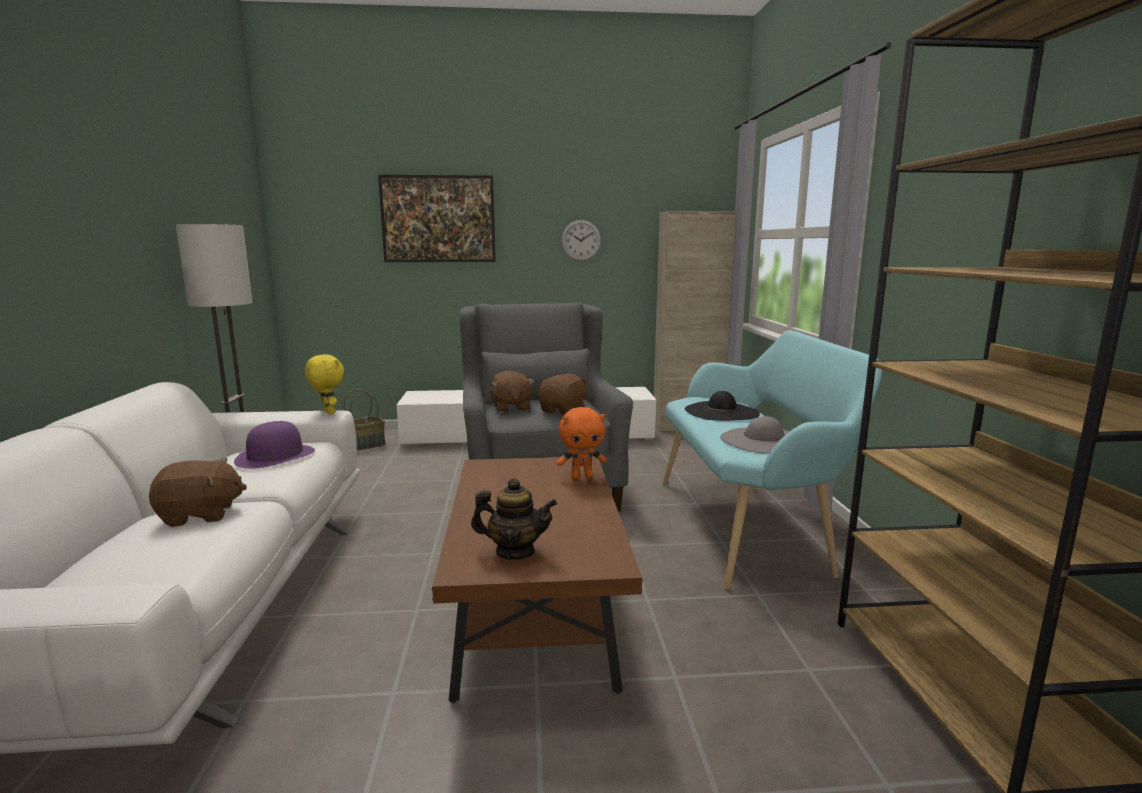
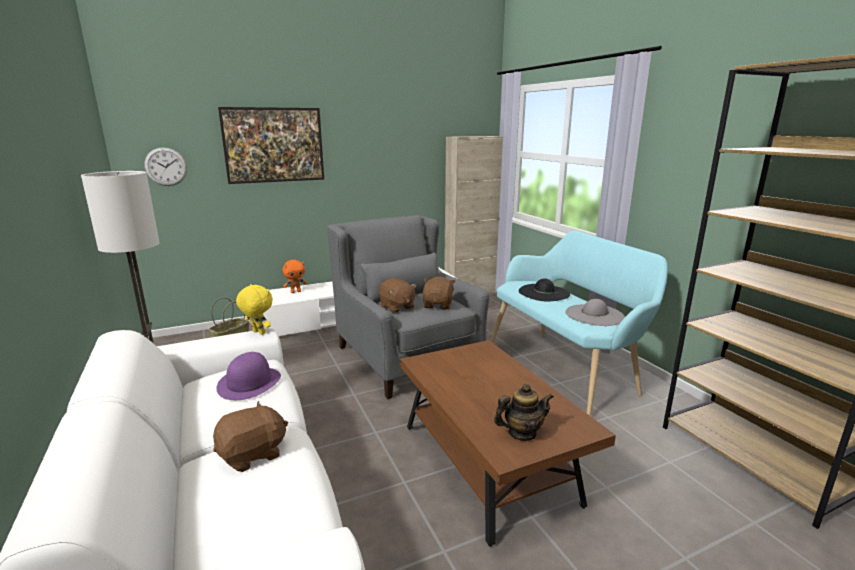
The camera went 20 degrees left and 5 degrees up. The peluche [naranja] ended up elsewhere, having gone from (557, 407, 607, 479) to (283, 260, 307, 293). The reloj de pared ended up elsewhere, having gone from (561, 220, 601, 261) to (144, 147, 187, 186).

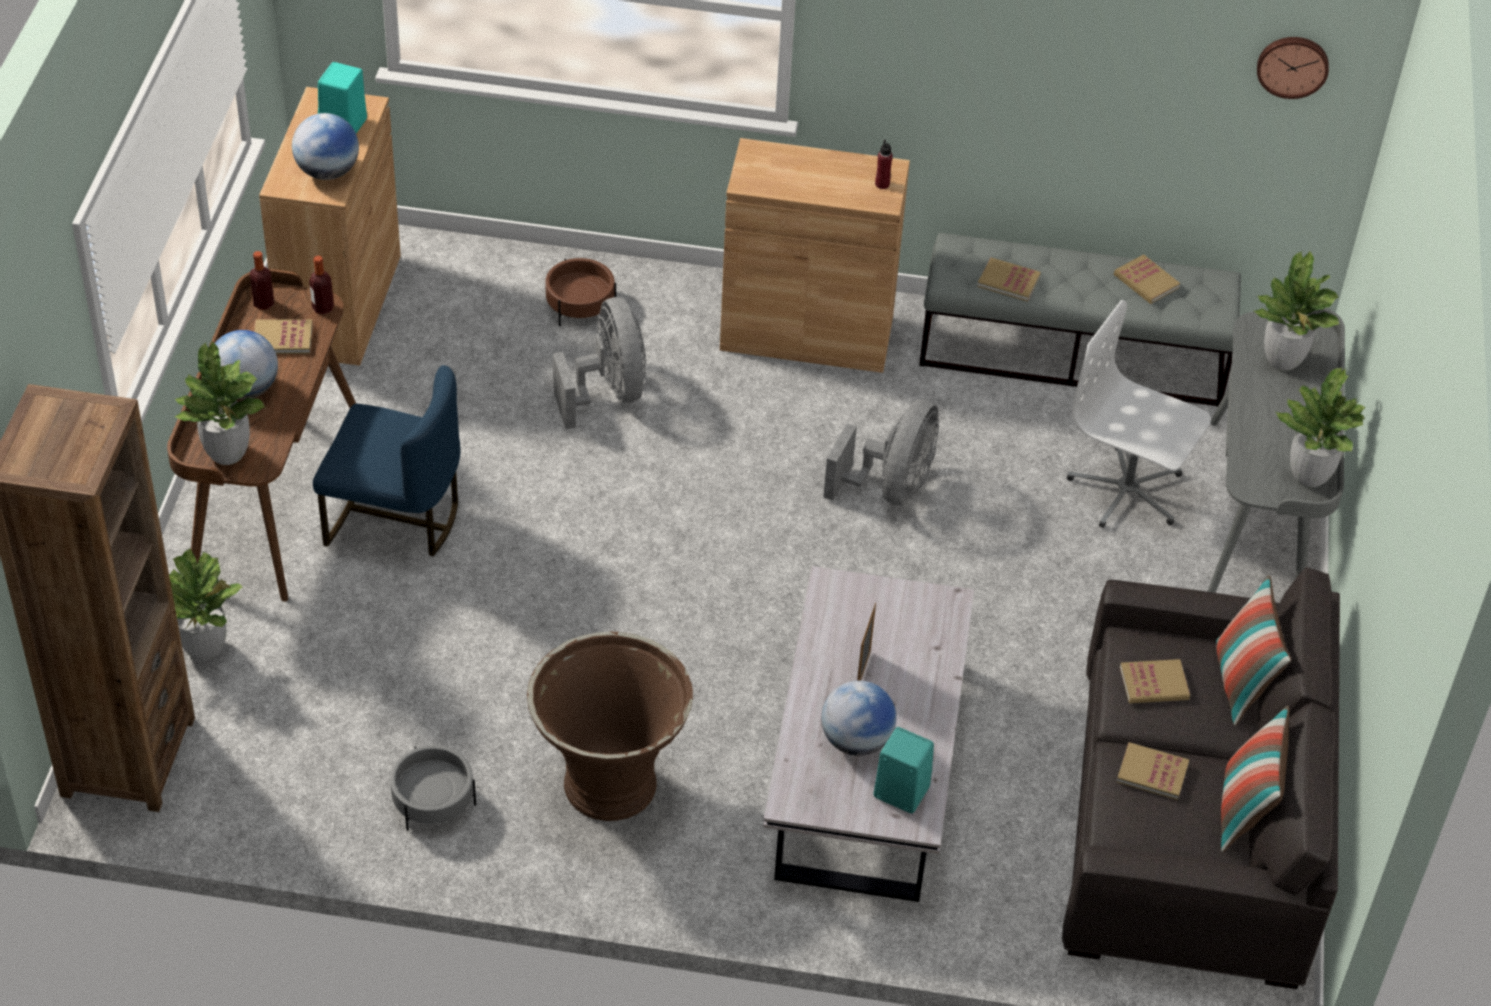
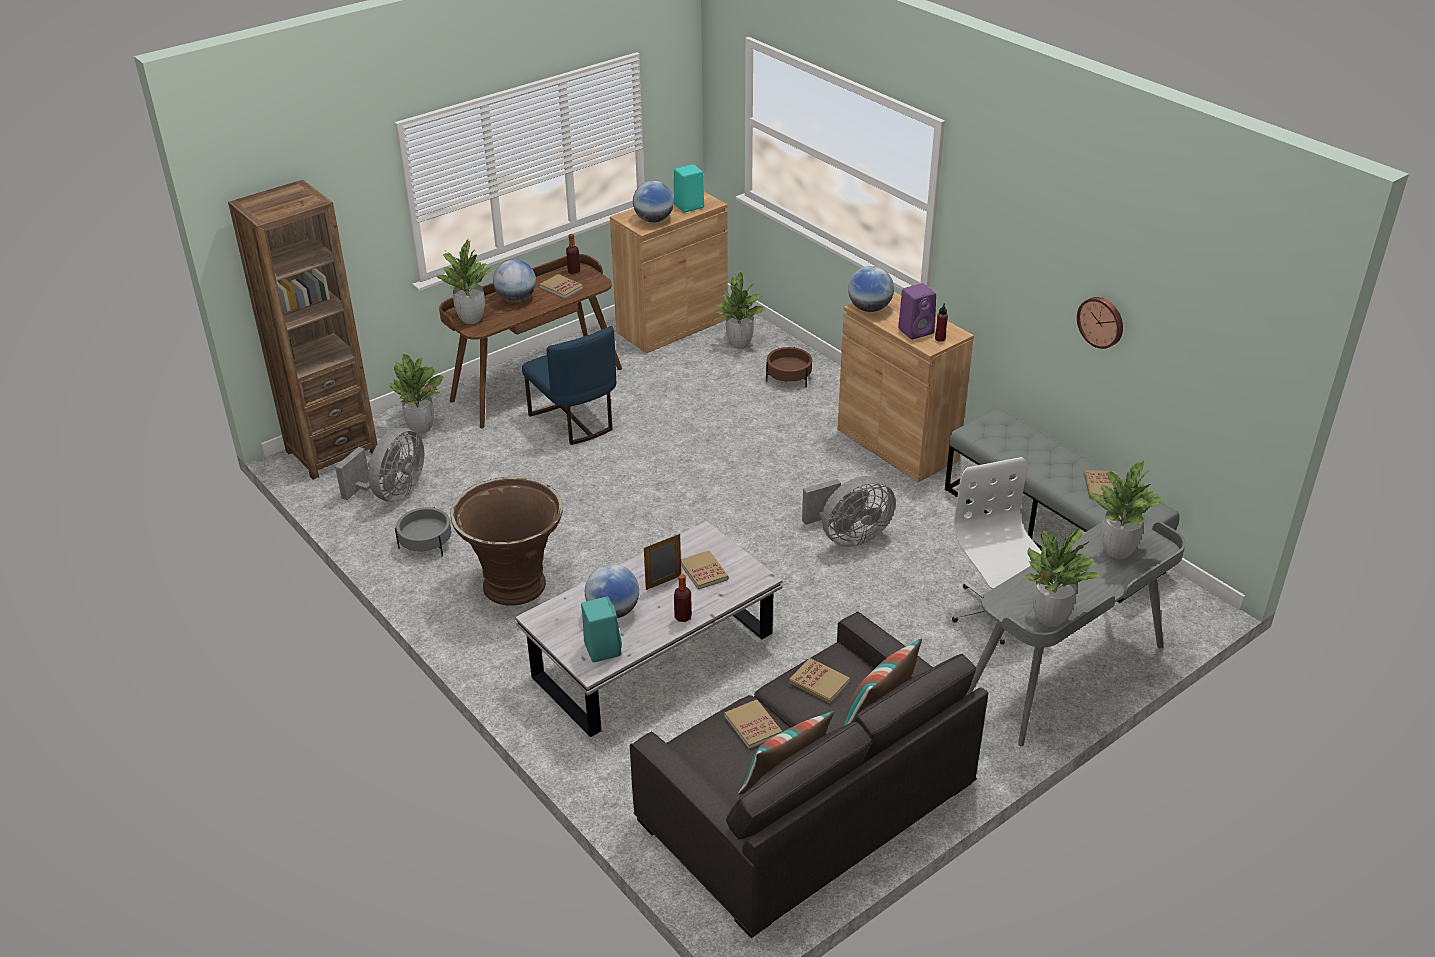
The camera went 45 degrees right and 10 degrees down. The botella ended up elsewhere, having gone from (309, 256, 334, 314) to (674, 574, 692, 622). The ventilador [gris] ended up elsewhere, having gone from (553, 297, 646, 429) to (335, 428, 424, 502). The libro ended up elsewhere, having gone from (977, 258, 1041, 302) to (681, 551, 729, 590). The reloj de pared ended up elsewhere, having gone from (1257, 37, 1329, 99) to (1077, 297, 1123, 349). The second view gained the planta en maceta at (716, 271, 765, 349). The second view gained the globo terráqueo at (848, 266, 894, 312). The second view gained the altavoz [morado] at (898, 283, 936, 339).

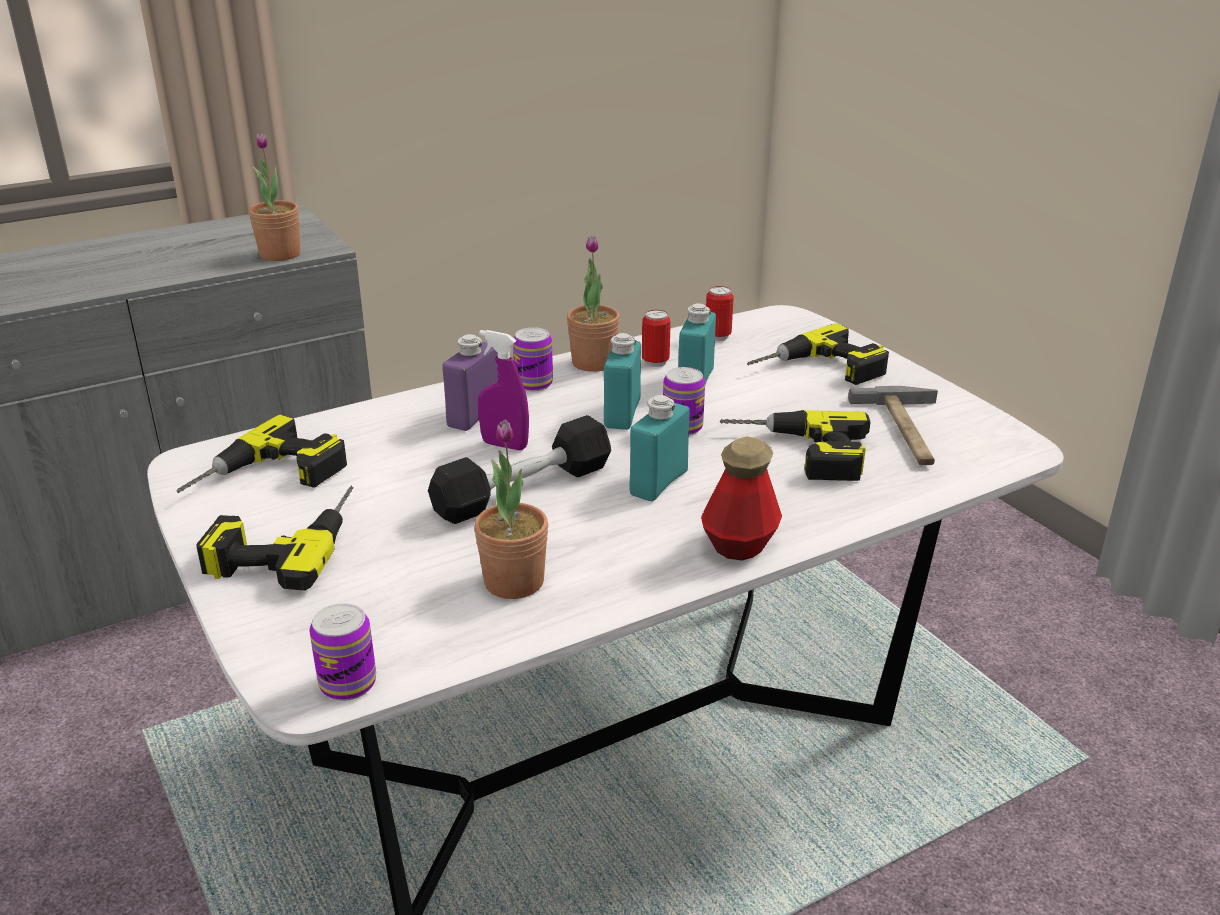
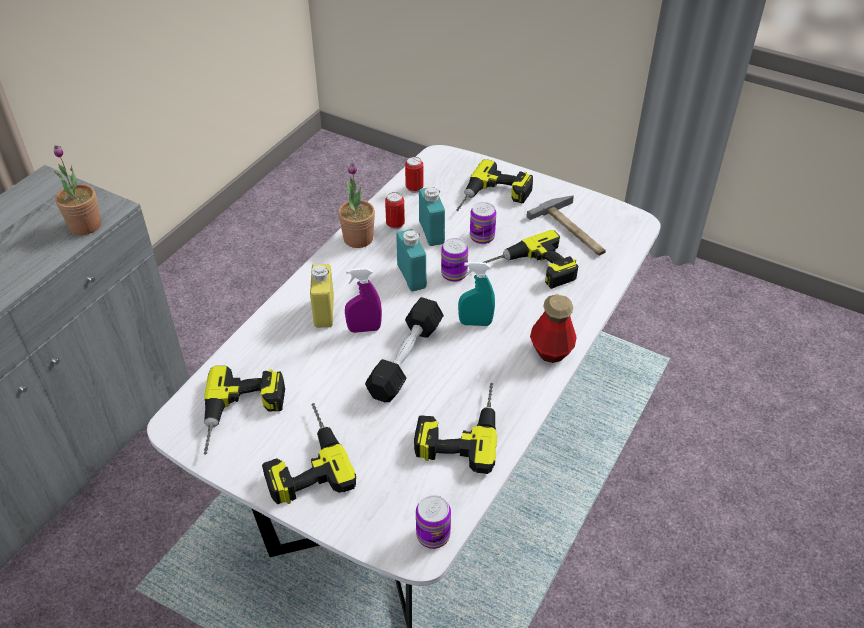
The camera went 30 degrees left and 15 degrees up. What was the botella [morado] at (442, 334, 498, 431) turned into the botella [amarillo] at (310, 264, 334, 328). Where the planta en maceta stood at (474, 419, 548, 599), the taladro came to stand at (414, 383, 497, 474). The lata ended up elsewhere, having gone from (513, 327, 553, 391) to (470, 202, 496, 244). Where the botella [turquesa] stood at (630, 395, 690, 501), the pulverizador [turquesa] came to stand at (458, 262, 495, 326).

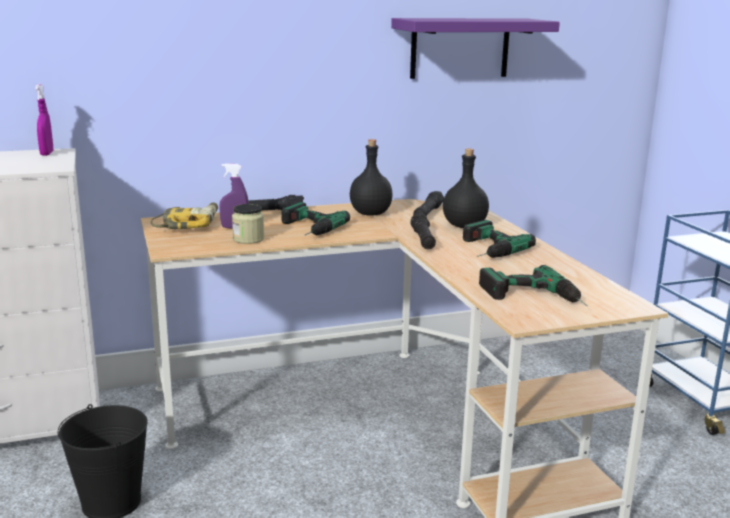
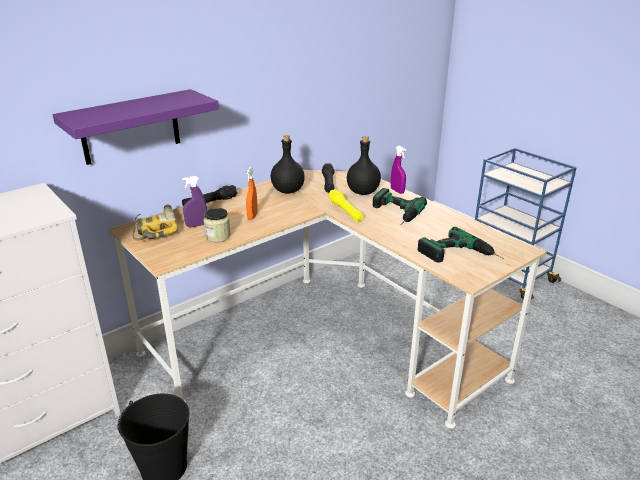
The camera went 20 degrees left and 10 degrees up. The pulverizador [morado] ended up elsewhere, having gone from (35, 84, 53, 156) to (391, 146, 406, 194). Where the taladro stood at (281, 202, 350, 236), the pulverizador [naranja] came to stand at (246, 167, 258, 220). The estante [morado] ended up elsewhere, having gone from (391, 18, 560, 79) to (53, 89, 219, 165). What was the linterna [negro] at (410, 213, 436, 250) turned into the linterna [amarillo] at (328, 189, 363, 222).

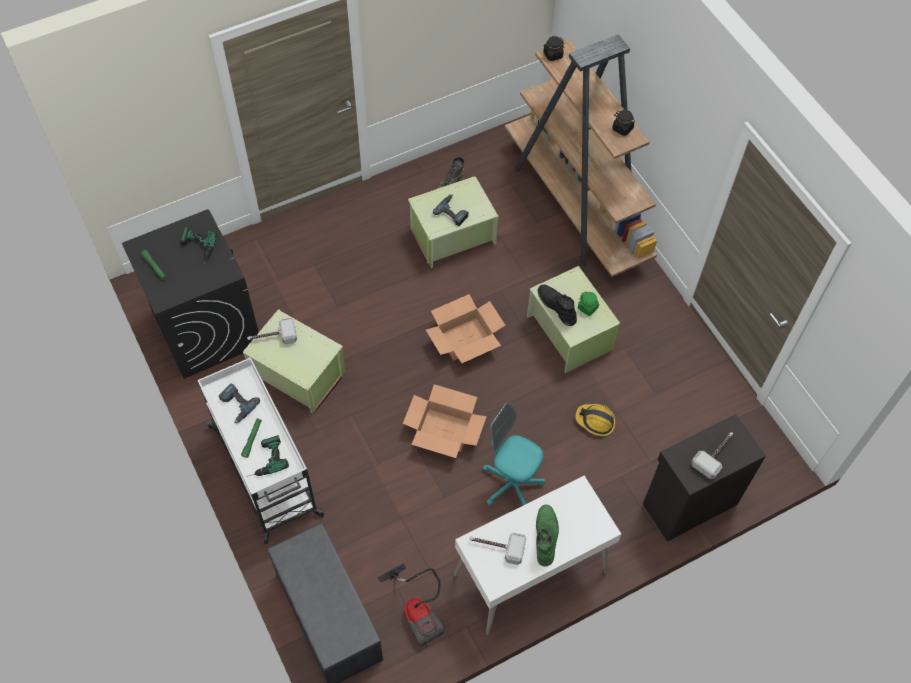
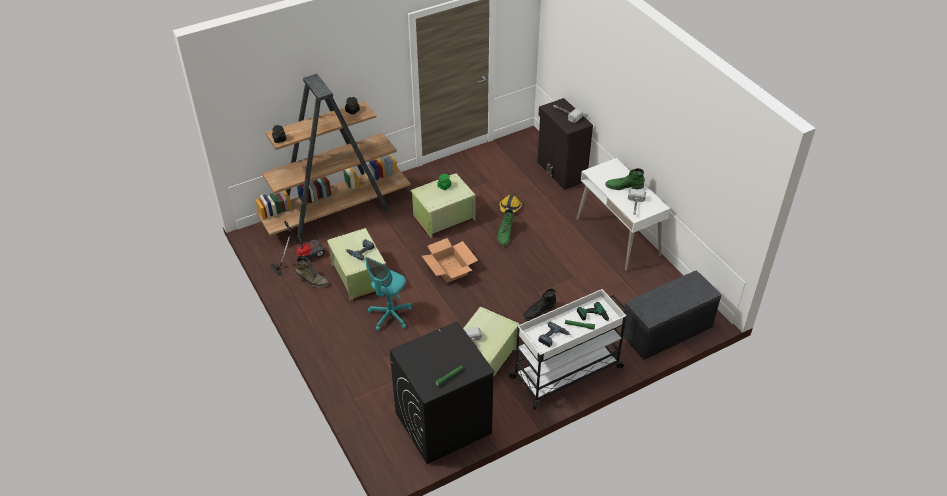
The camera went 90 degrees left and 15 degrees down. The second view lost the taladro at (180, 227, 217, 264). The aspiradora ended up elsewhere, having gone from (378, 563, 445, 646) to (270, 220, 325, 276). The second view lost the caja de cartón at (403, 384, 487, 458). The silla de oficina [turquesa] ended up elsewhere, having gone from (483, 403, 545, 506) to (365, 257, 412, 331). The bota [negro] ended up elsewhere, having gone from (537, 285, 577, 326) to (523, 288, 556, 321). The second view gained the bota [verde] at (497, 209, 514, 246).

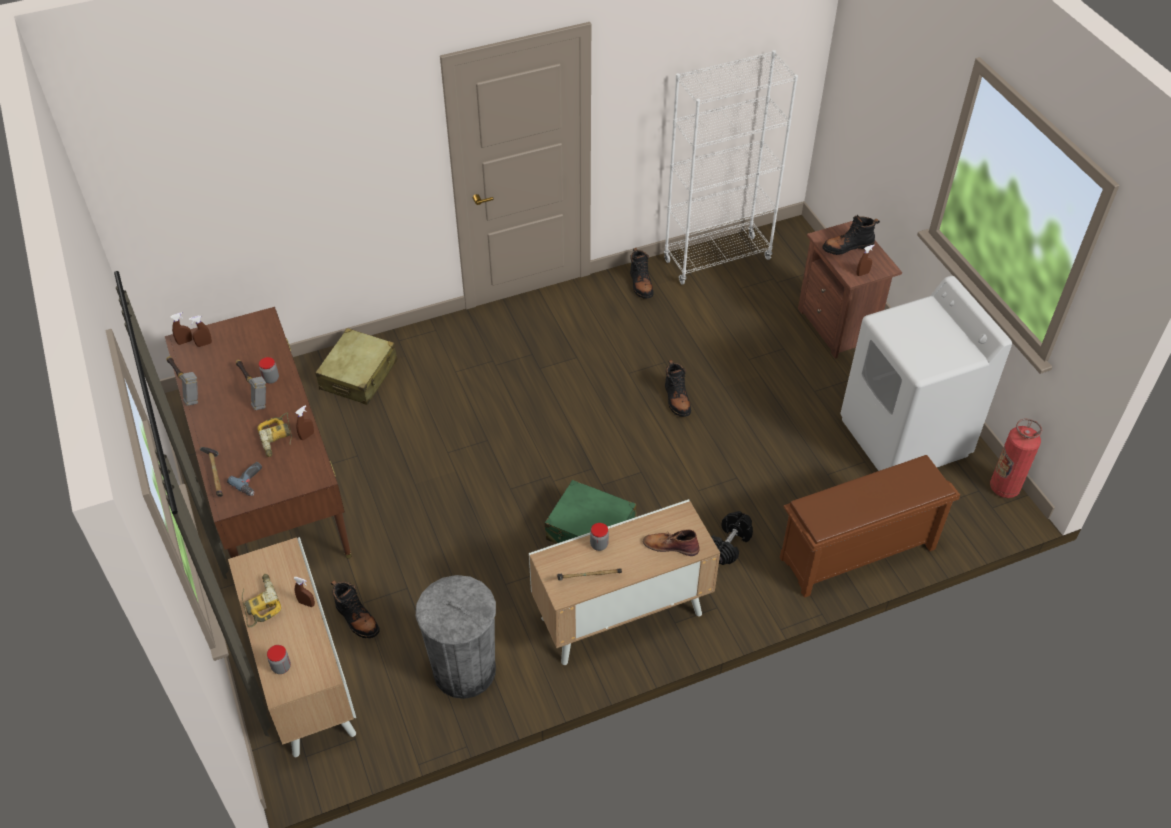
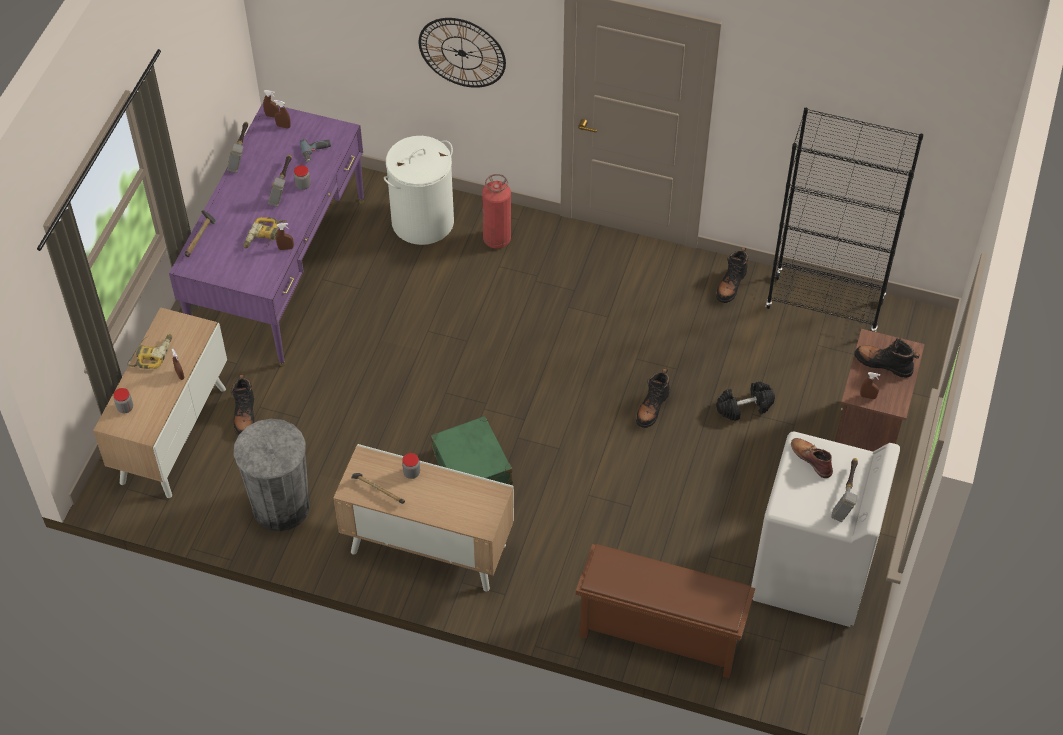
The camera went 40 degrees right and 5 degrees up. What was the escritorio [marrón] at (165, 307, 351, 558) turned into the escritorio [morado] at (169, 103, 364, 367). The taladro ended up elsewhere, having gone from (227, 462, 262, 496) to (300, 139, 331, 162). Where the maleta [beis] stood at (315, 328, 397, 405), the cesto de la ropa [blanco] came to stand at (384, 136, 454, 245). The bota [marrón] ended up elsewhere, having gone from (643, 529, 700, 556) to (791, 438, 833, 478). What was the estantería [blanco] at (664, 50, 798, 285) turned into the estantería [negro] at (765, 108, 923, 332). The mancuerna [negro] ended up elsewhere, having gone from (711, 511, 753, 565) to (716, 382, 775, 421). The extintor ended up elsewhere, having gone from (990, 419, 1042, 498) to (482, 174, 511, 249). The second view gained the reloj de pared at (419, 18, 506, 88). The second view gained the martillo at (831, 458, 858, 522).

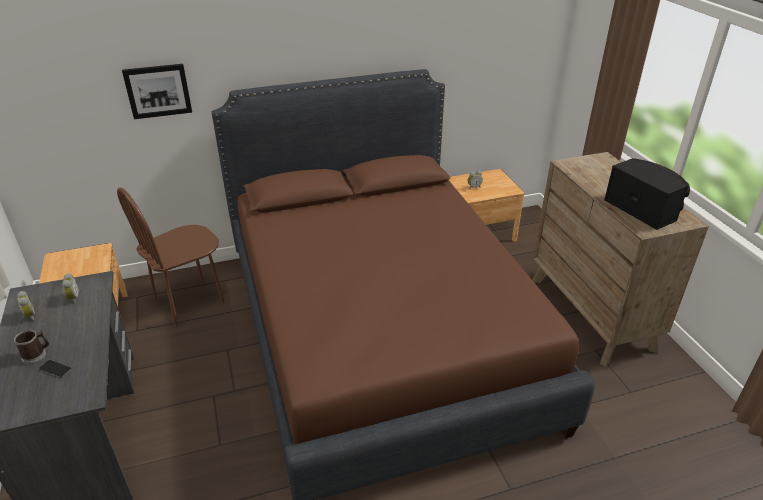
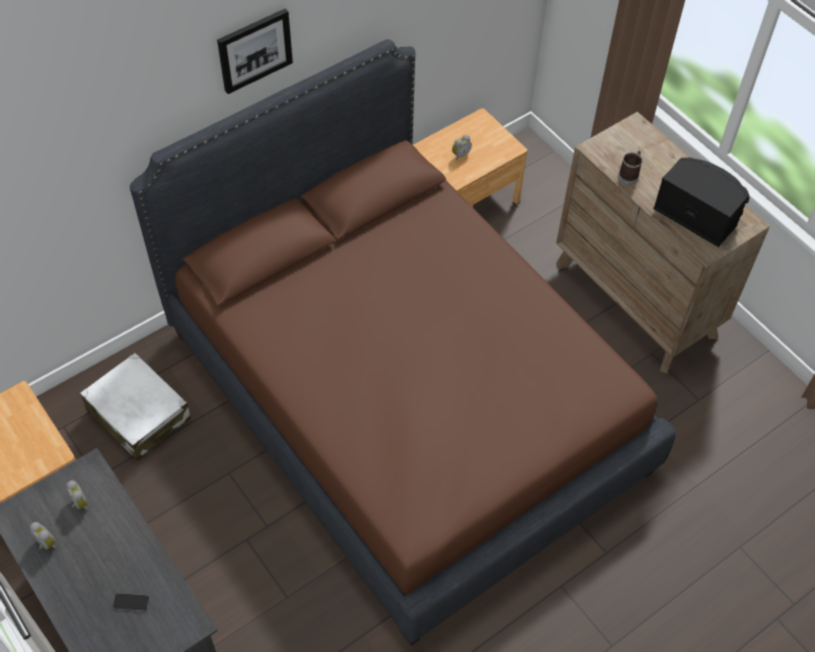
The camera went 20 degrees left and 20 degrees up. The taza grande ended up elsewhere, having gone from (14, 330, 49, 364) to (618, 151, 642, 185). Where the silla [marrón] stood at (117, 187, 225, 326), the maleta [blanco] came to stand at (80, 353, 191, 461). The cuadro ended up elsewhere, having gone from (122, 64, 192, 119) to (217, 9, 293, 94).

